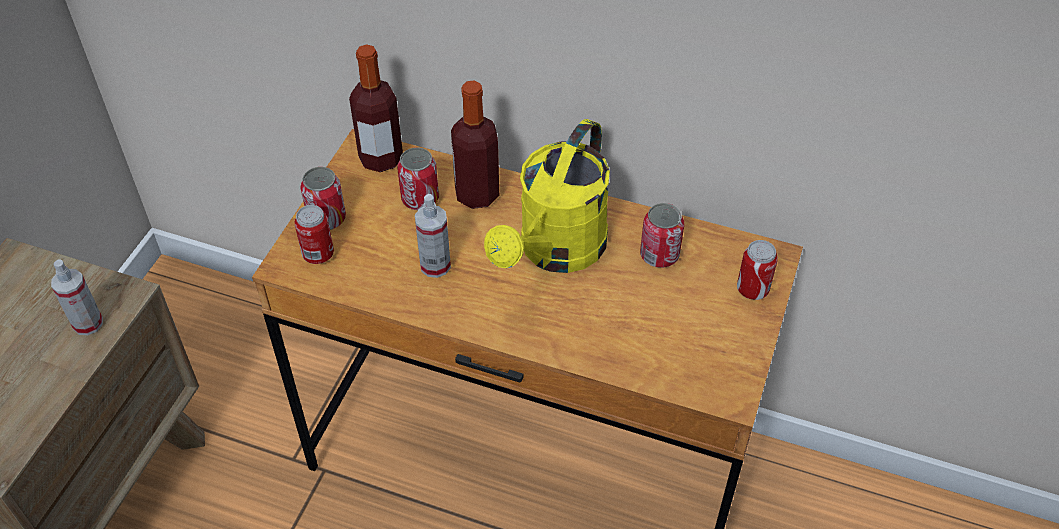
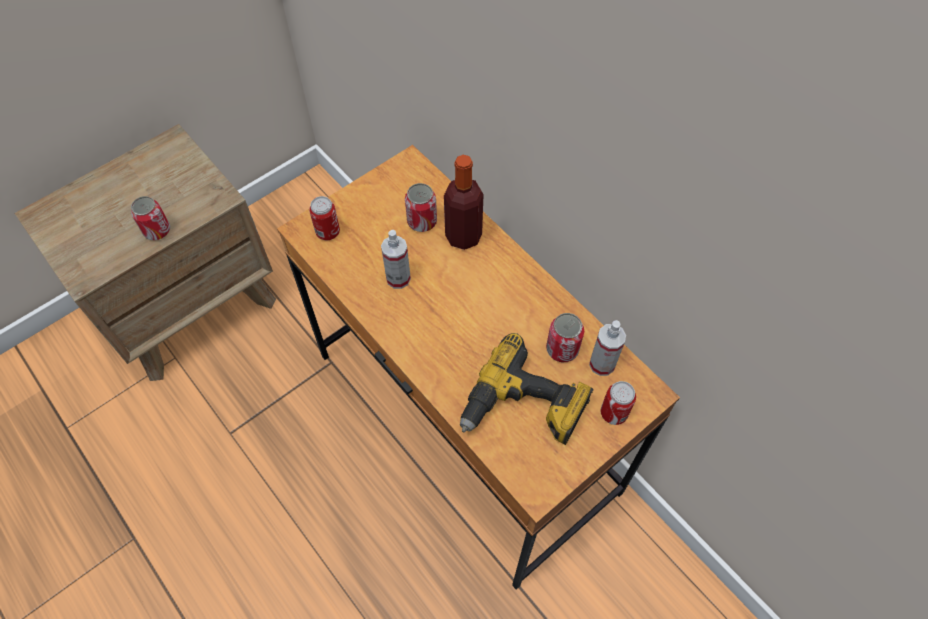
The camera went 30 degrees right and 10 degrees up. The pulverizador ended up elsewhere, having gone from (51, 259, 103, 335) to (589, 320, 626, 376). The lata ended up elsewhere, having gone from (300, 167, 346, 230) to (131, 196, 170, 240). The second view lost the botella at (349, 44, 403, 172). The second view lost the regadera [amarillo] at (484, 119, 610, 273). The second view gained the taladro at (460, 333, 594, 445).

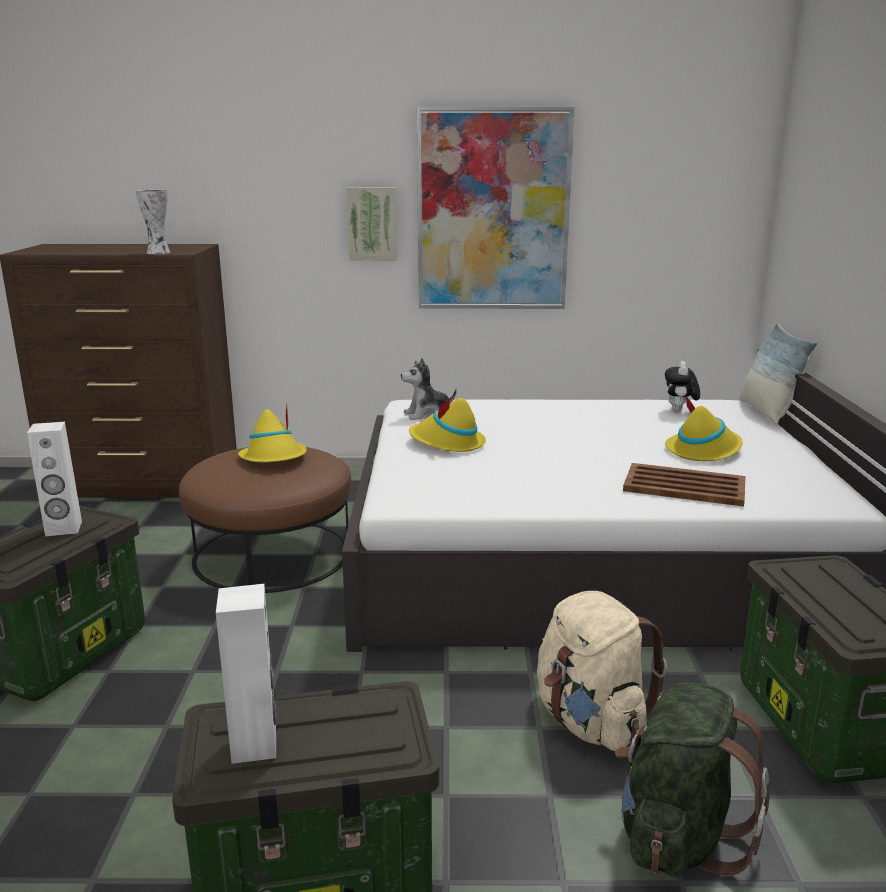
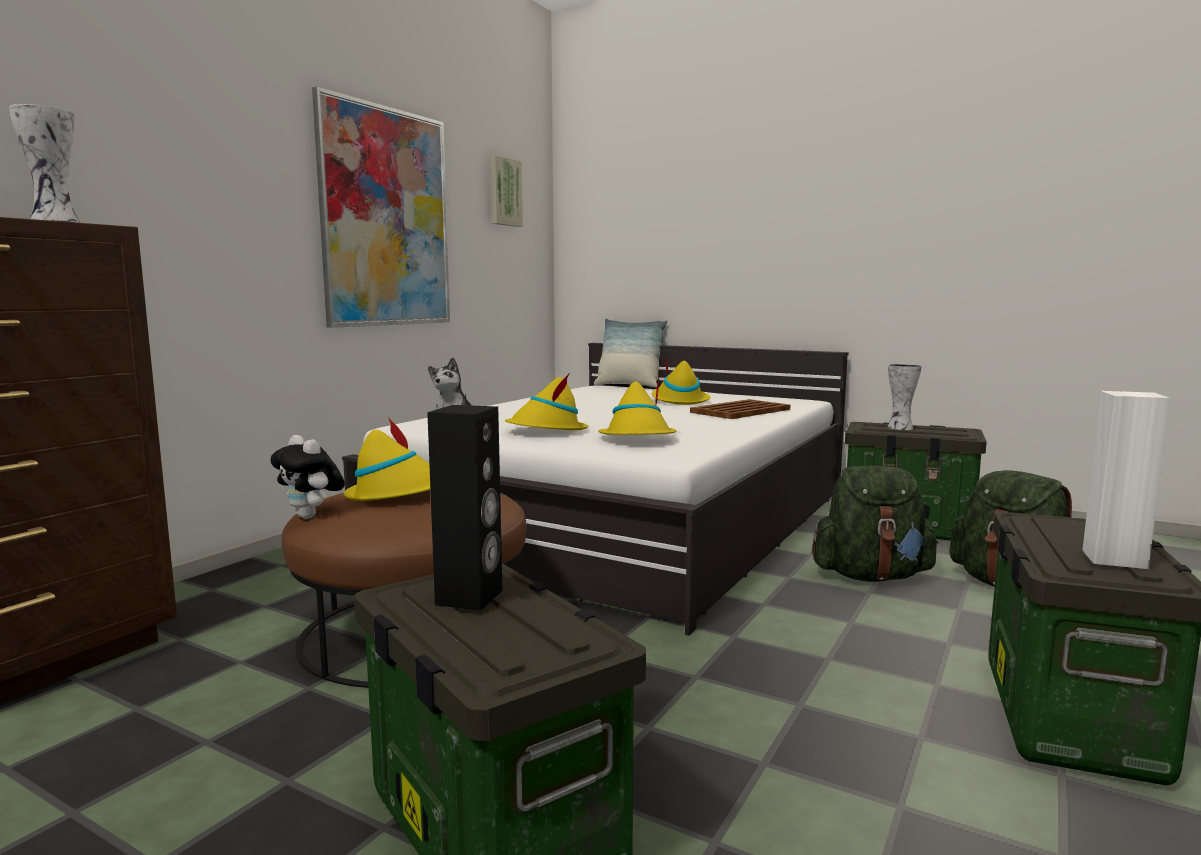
The camera went 60 degrees left and 10 degrees down. What was the altavoz [blanco] at (27, 422, 82, 536) turned into the altavoz [negro] at (427, 405, 503, 611). The cuadro ended up elsewhere, having gone from (347, 187, 397, 261) to (490, 155, 523, 227). What was the mochila [beis] at (537, 591, 667, 751) turned into the mochila [verde] at (812, 466, 938, 582). The peluche ended up elsewhere, having gone from (665, 361, 700, 412) to (270, 435, 345, 519). The second view gained the sombrero [amarillo] at (598, 376, 677, 435). The second view gained the florero at (888, 364, 921, 430).

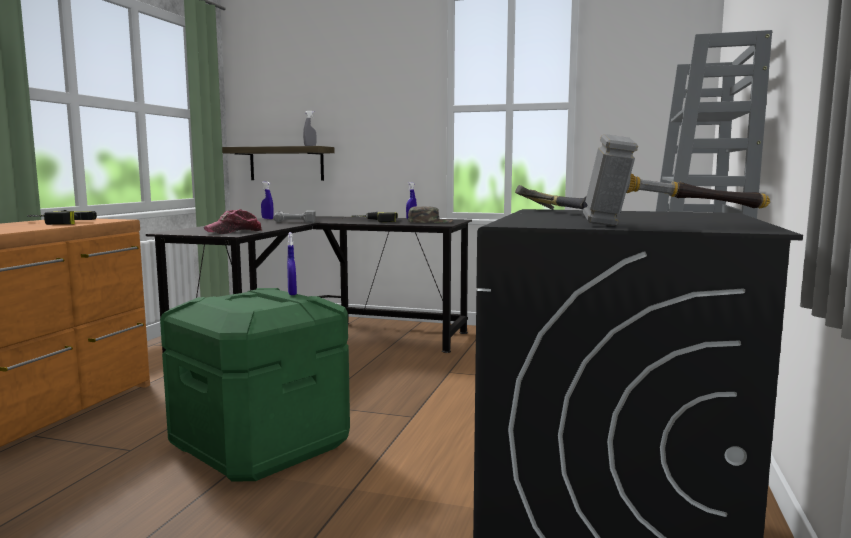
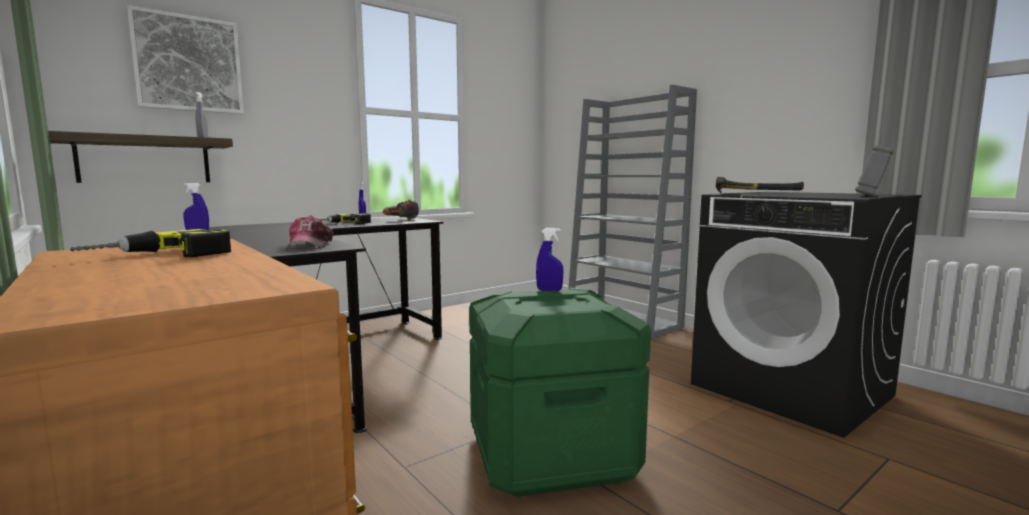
The camera went 55 degrees left and 0 degrees up. The second view lost the taladro at (273, 211, 316, 223). Where the gorra [verde] stood at (408, 206, 453, 223), the linterna came to stand at (383, 200, 419, 219). The second view gained the cuadro at (127, 5, 244, 114).

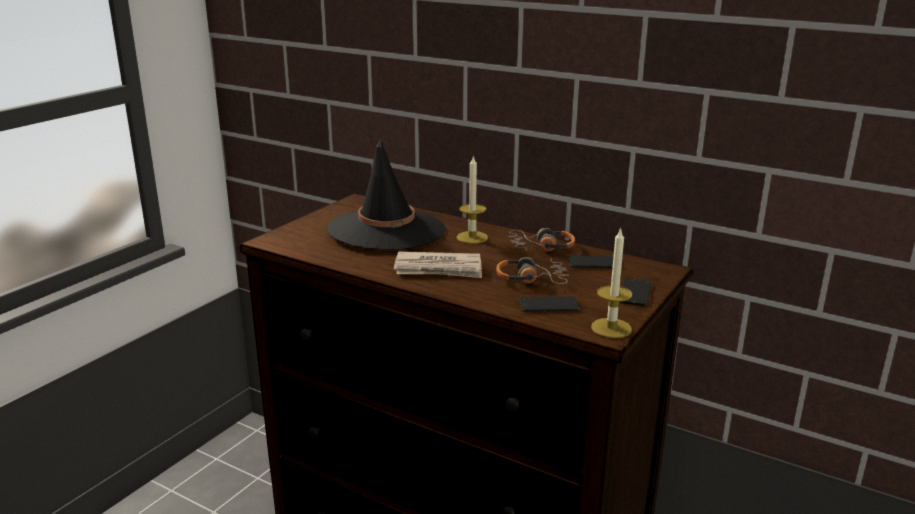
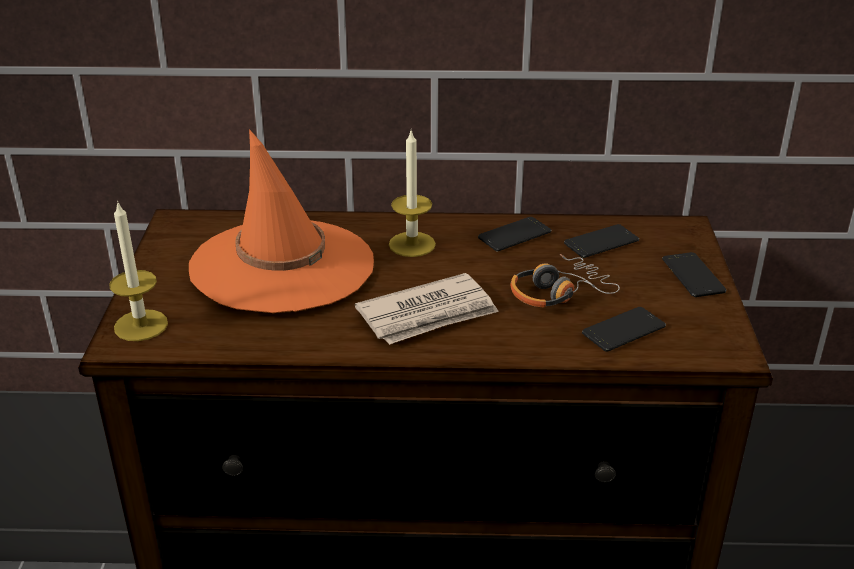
The camera went 30 degrees left and 10 degrees up. What was the sombrero [negro] at (328, 139, 446, 250) turned into the sombrero [naranja] at (189, 129, 374, 313). Where the auriculares stood at (508, 228, 575, 251), the móvil came to stand at (478, 217, 551, 251). The vela ended up elsewhere, having gone from (591, 227, 632, 338) to (109, 200, 168, 341).

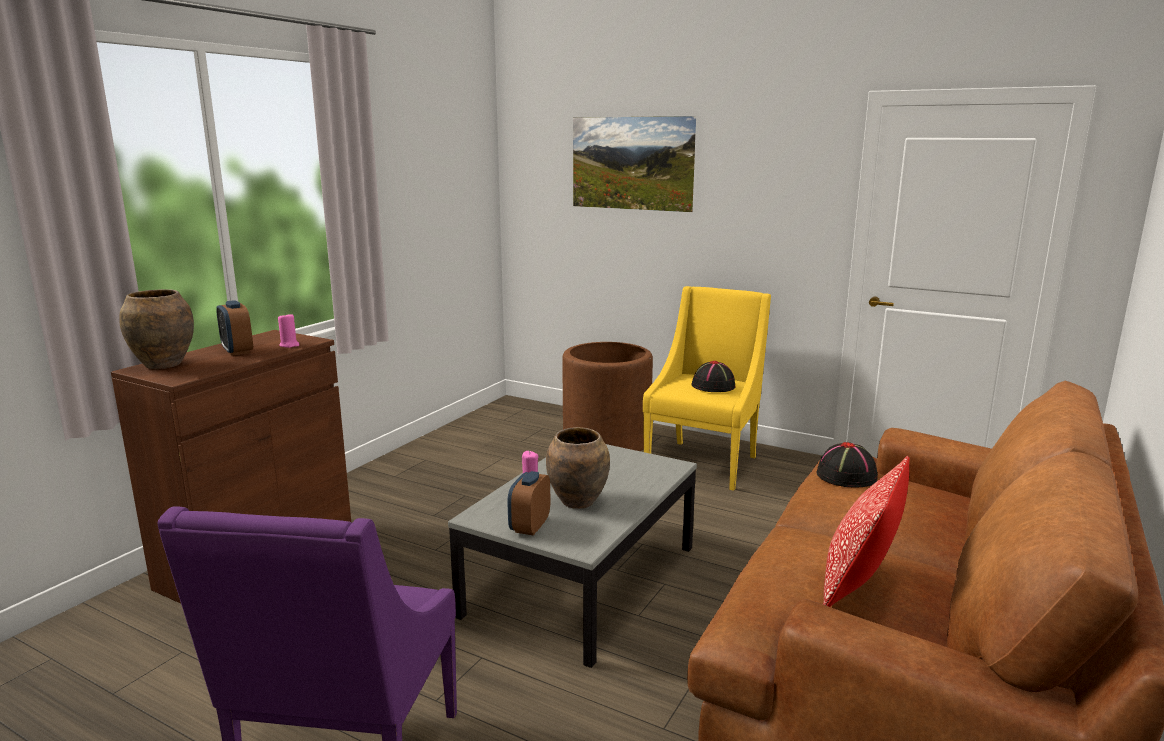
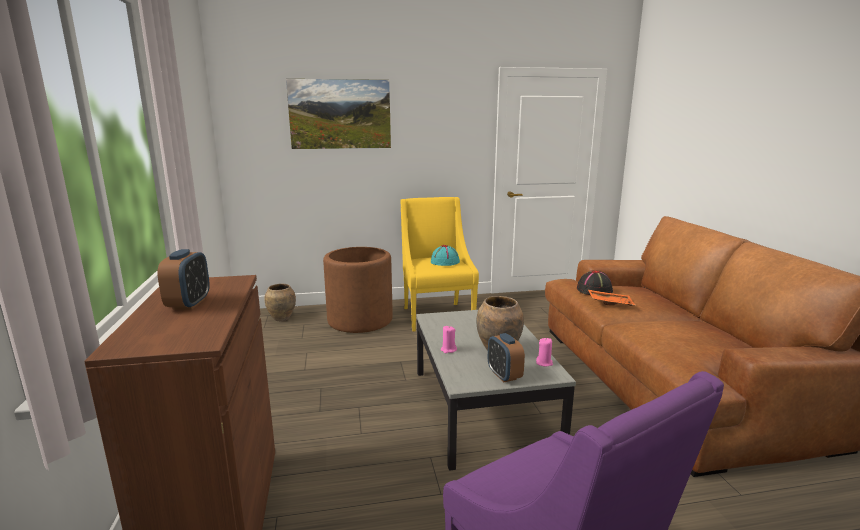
The camera went 40 degrees left and 0 degrees up. The florero [marrón] ended up elsewhere, having gone from (119, 289, 194, 369) to (264, 284, 296, 321). The despertador at (216, 300, 253, 356) ended up facing another way, 105 degrees counterclockwise from before. The vela [rosa] ended up elsewhere, having gone from (278, 313, 299, 348) to (536, 338, 553, 366). What was the sombrero [negro] at (691, 361, 736, 392) turned into the sombrero [turquesa] at (431, 245, 460, 266). The second view lost the cojín at (823, 456, 910, 607). The second view gained the bandeja [naranja] at (588, 290, 635, 306).

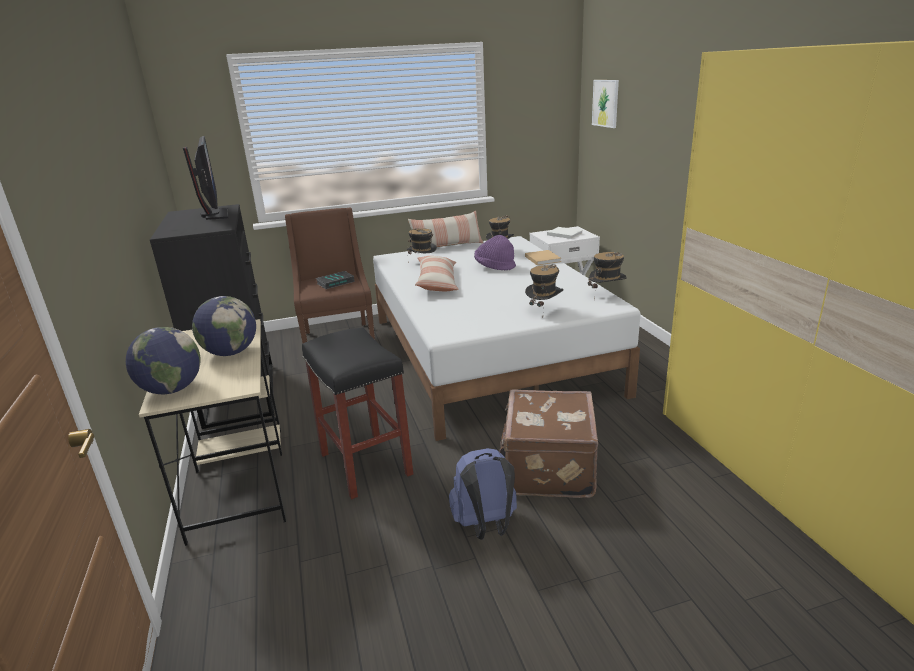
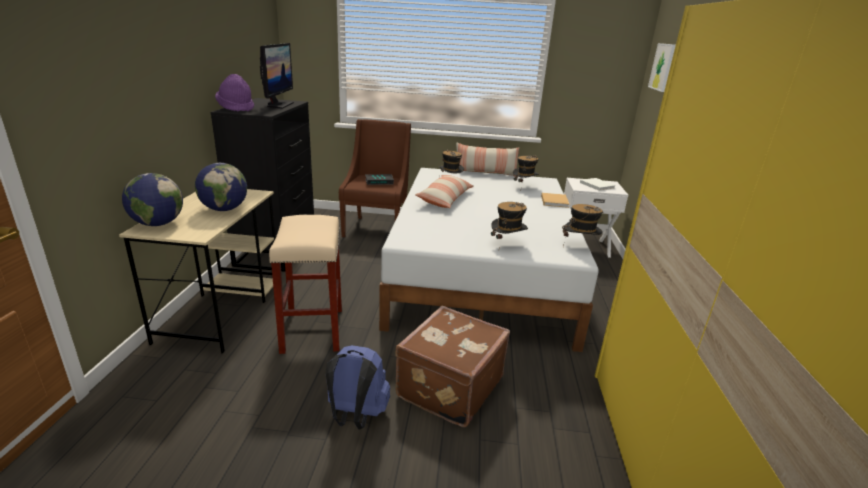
The camera went 20 degrees right and 0 degrees up. What was the taburete [negro] at (302, 327, 413, 499) turned into the taburete [beis] at (269, 215, 342, 354). The sombrero [morado] ended up elsewhere, having gone from (474, 235, 516, 270) to (215, 74, 254, 112).

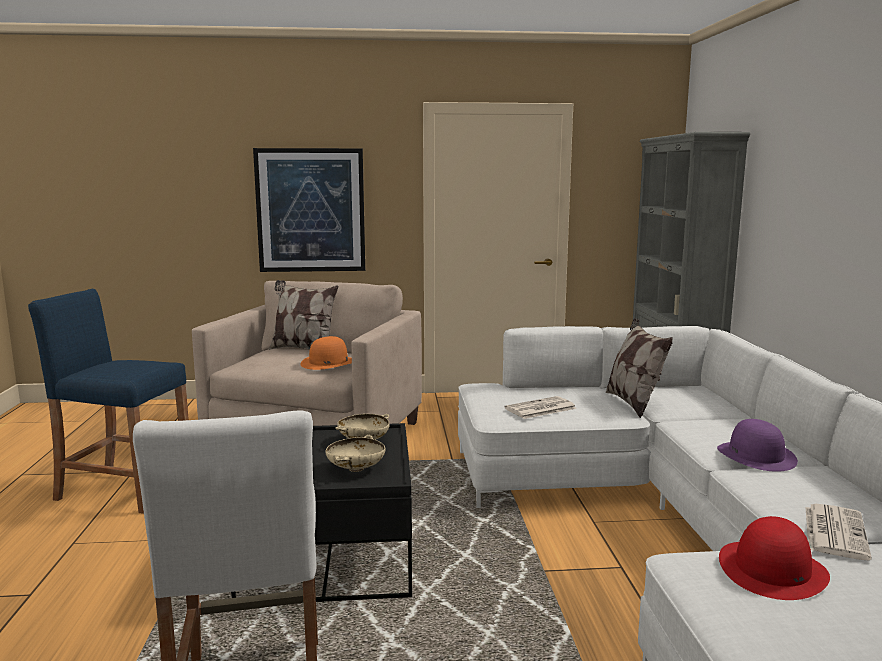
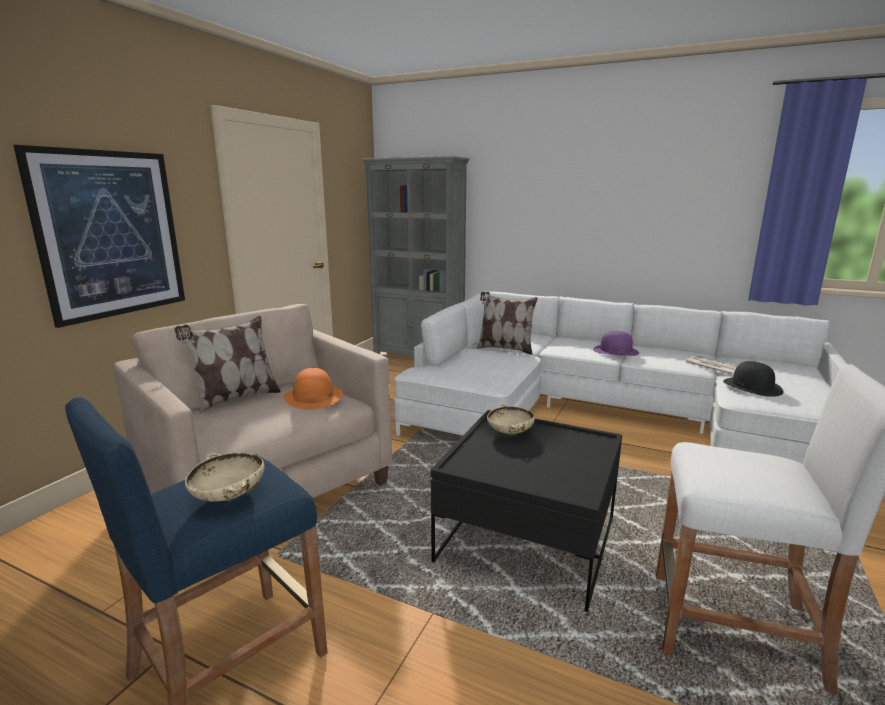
The camera went 60 degrees left and 5 degrees up. The cuenco [beis] ended up elsewhere, having gone from (325, 435, 386, 472) to (185, 453, 264, 502). The second view lost the periódico at (505, 396, 577, 419). What was the sombrero [rojo] at (719, 516, 830, 600) turned into the sombrero [negro] at (723, 361, 784, 397).

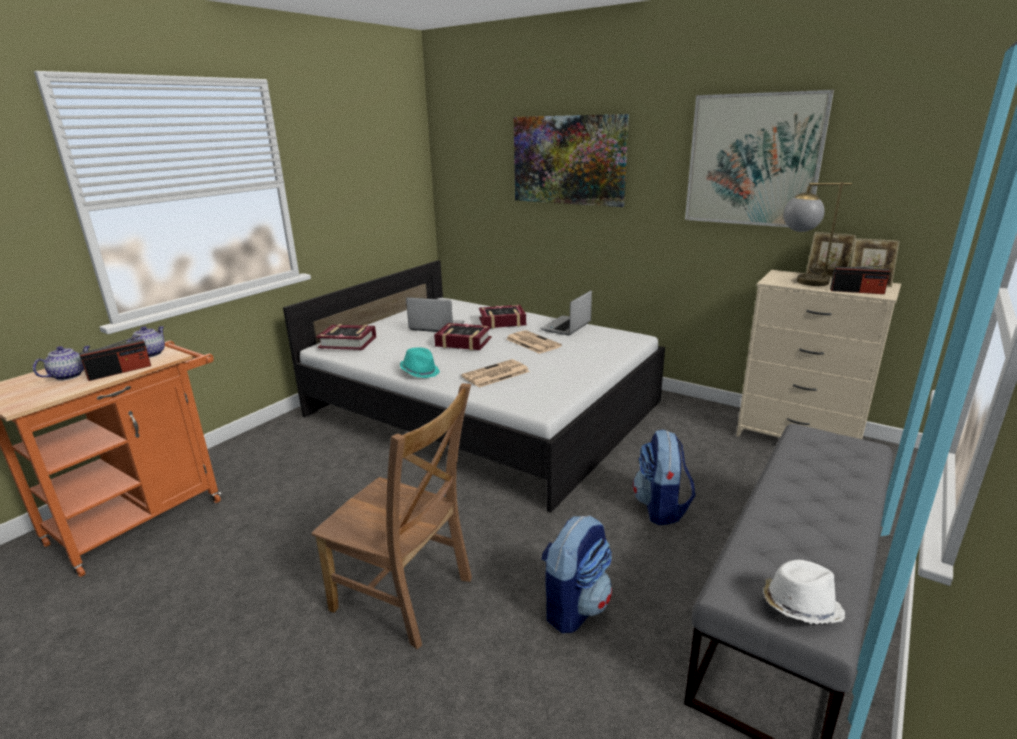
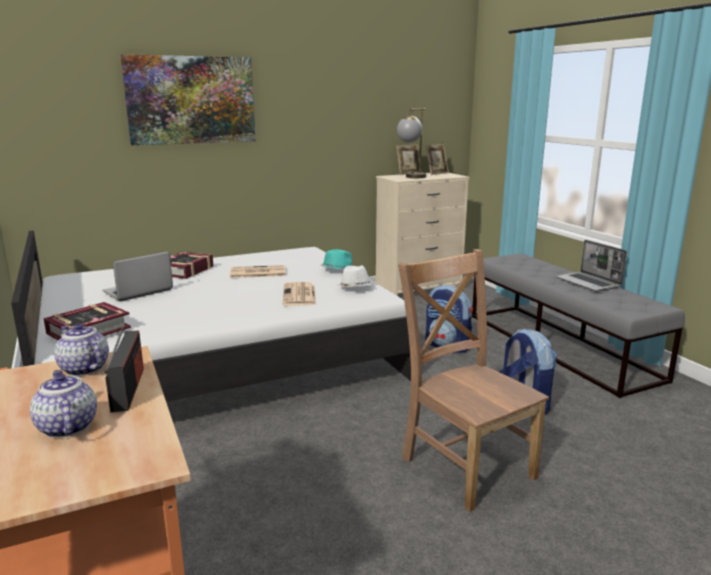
The camera went 60 degrees left and 5 degrees down. The silla [marrón] at (312, 383, 472, 649) ended up facing another way, 90 degrees counterclockwise from before. The sombrero [turquesa] ended up elsewhere, having gone from (400, 347, 440, 378) to (321, 249, 352, 270). The second view lost the libro at (434, 323, 492, 350). The portátil ended up elsewhere, having gone from (540, 290, 592, 336) to (556, 240, 627, 291). The second view lost the cuadro at (685, 90, 834, 227). The sombrero [blanco] ended up elsewhere, having gone from (763, 560, 845, 624) to (338, 265, 374, 287). The second view lost the radio at (830, 265, 890, 294).

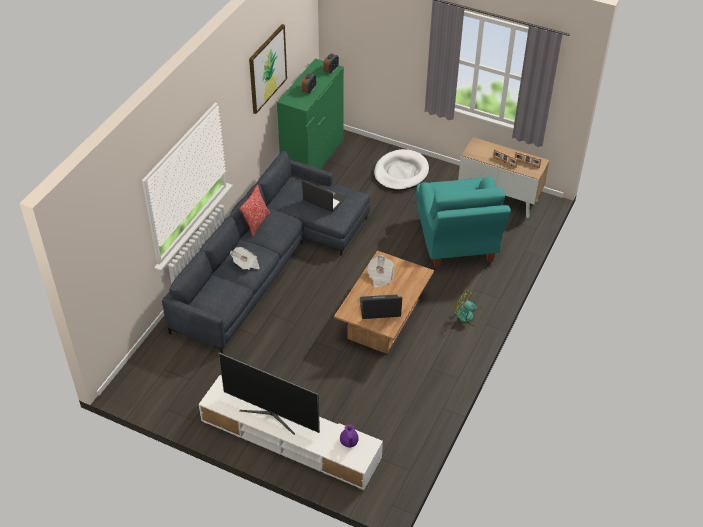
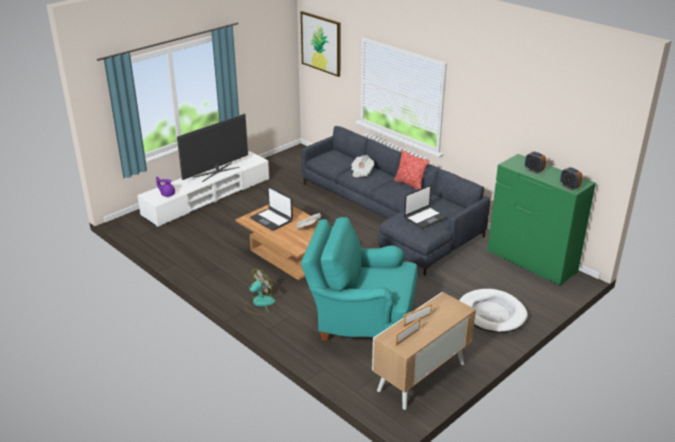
The camera went 110 degrees right and 15 degrees down. The cuadro ended up elsewhere, having gone from (249, 24, 287, 114) to (301, 11, 340, 77). The portátil at (360, 295, 402, 319) ended up facing another way, 120 degrees clockwise from before.

